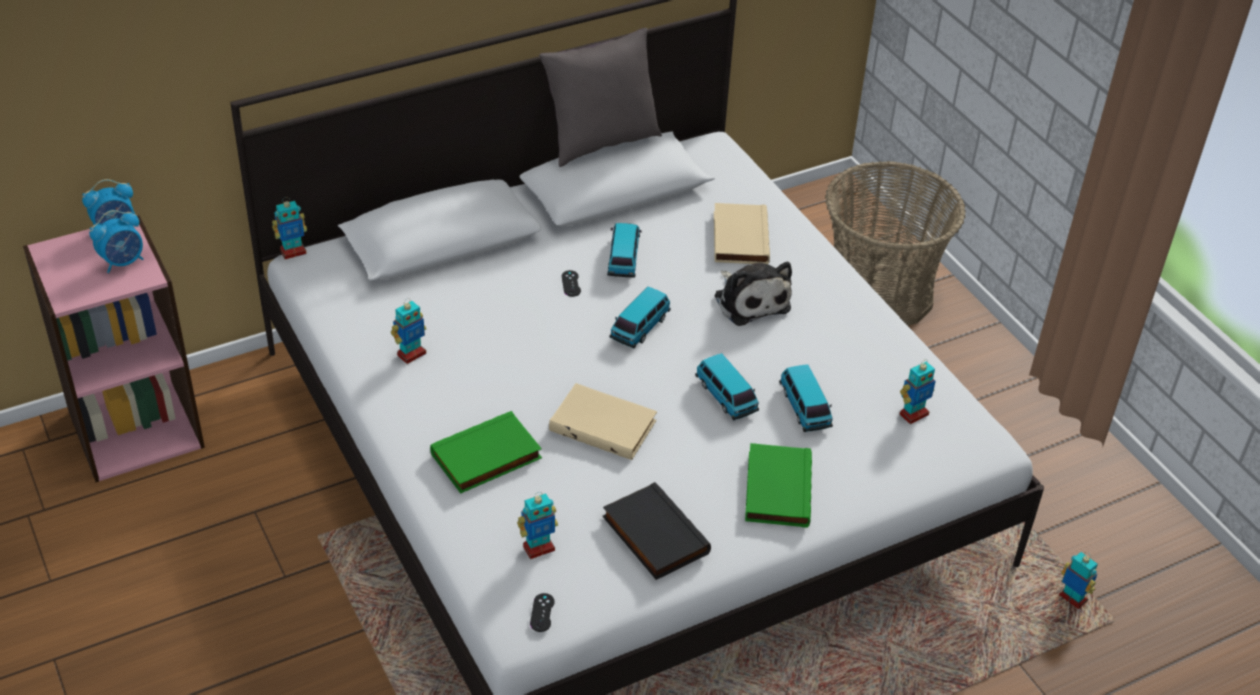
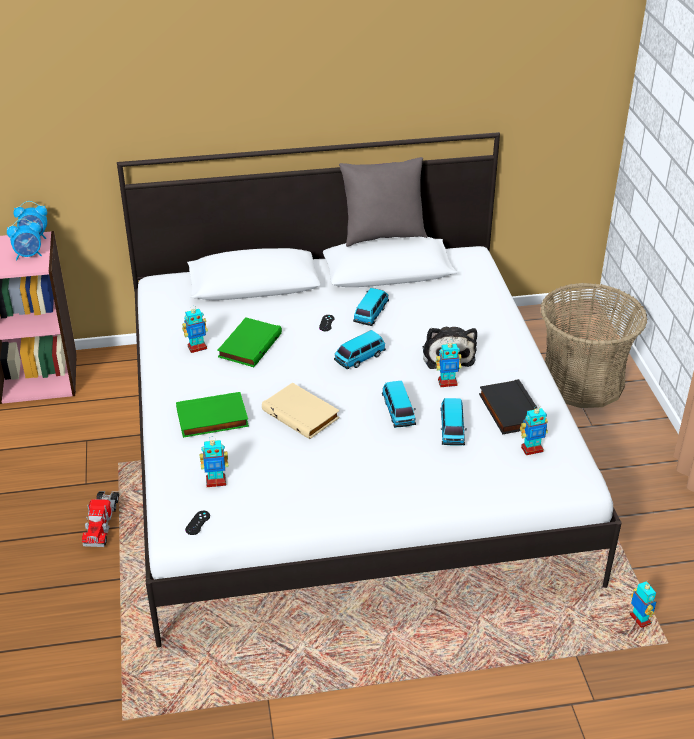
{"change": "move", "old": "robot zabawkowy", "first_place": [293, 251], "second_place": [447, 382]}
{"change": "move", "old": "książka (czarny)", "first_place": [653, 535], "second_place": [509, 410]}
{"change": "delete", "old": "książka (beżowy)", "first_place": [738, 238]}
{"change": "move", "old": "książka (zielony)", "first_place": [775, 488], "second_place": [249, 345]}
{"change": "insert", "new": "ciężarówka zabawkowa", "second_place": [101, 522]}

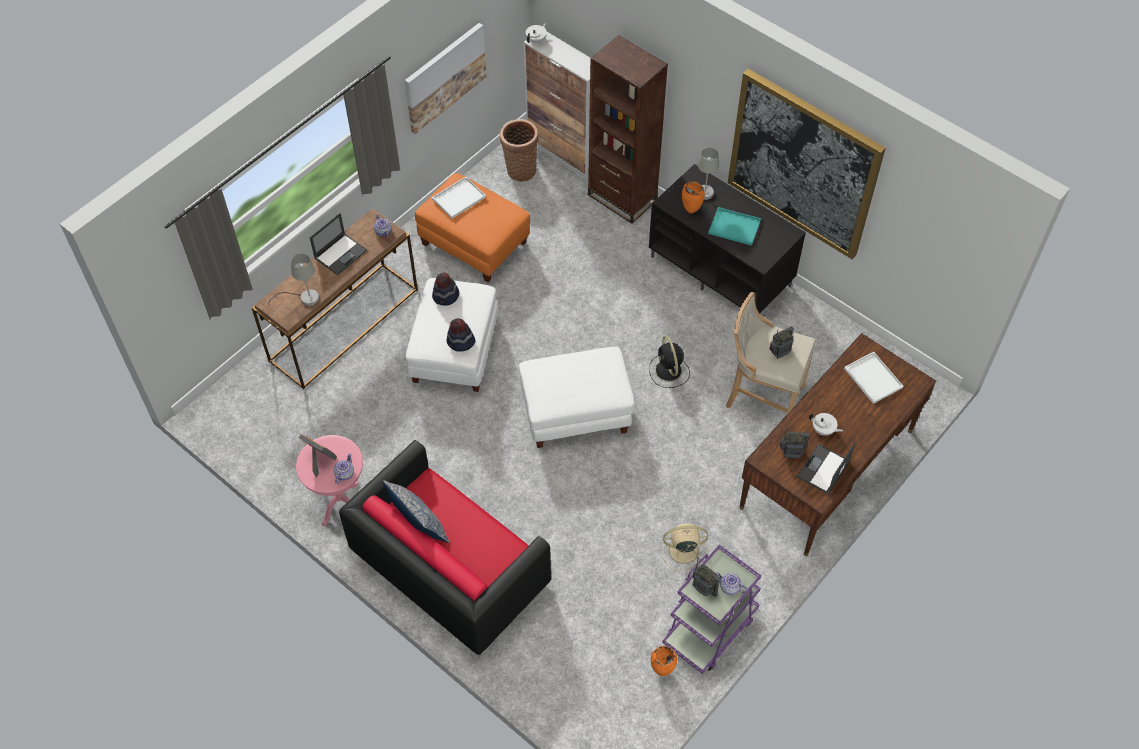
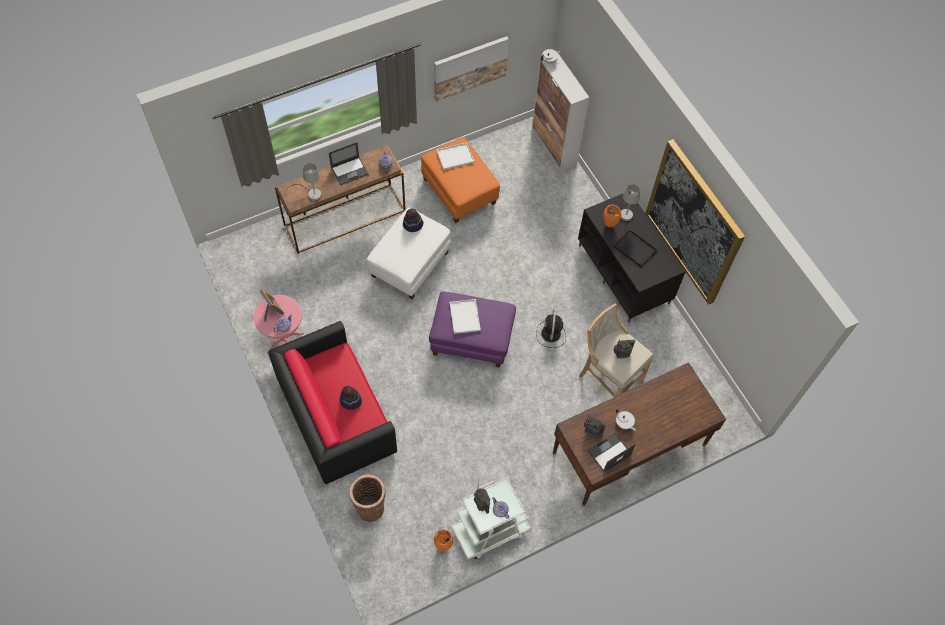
{"change": "delete", "old": "poduszka", "first_place": [419, 526]}
{"change": "move", "old": "kapelusz", "first_place": [460, 342], "second_place": [350, 401]}
{"change": "move", "old": "koszyk", "first_place": [520, 169], "second_place": [370, 506]}
{"change": "recolor", "old": "pufa (biały)", "new": "pufa (fioletowy)", "first_place": [575, 412], "second_place": [471, 339]}
{"change": "delete", "old": "regał (brązowy)", "first_place": [622, 198]}
{"change": "delete", "old": "wentylator (beżowy)", "first_place": [682, 550]}
{"change": "recolor", "old": "wózek (fioletowy)", "new": "wózek (biały)", "first_place": [709, 629], "second_place": [490, 530]}
{"change": "recolor", "old": "taca (turkusowy)", "new": "taca (czarny)", "first_place": [735, 227], "second_place": [635, 249]}
{"change": "move", "old": "taca (biały)", "first_place": [874, 378], "second_place": [465, 317]}

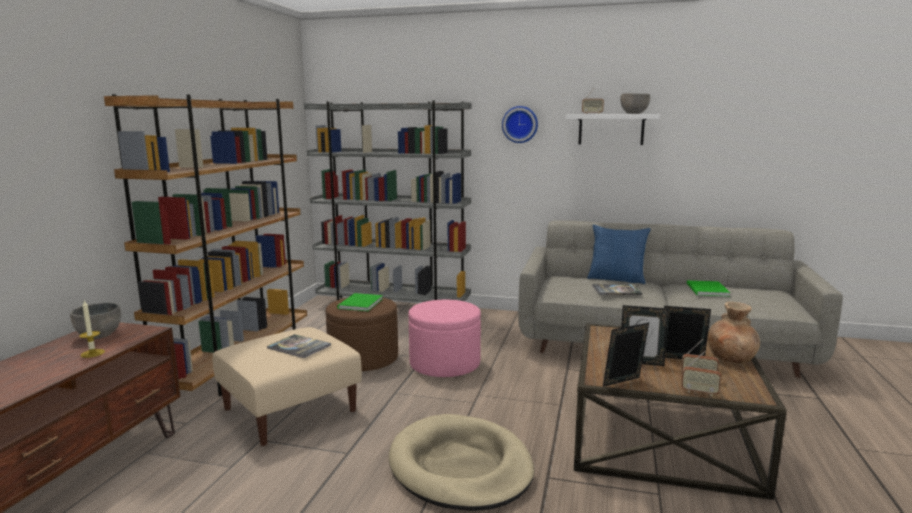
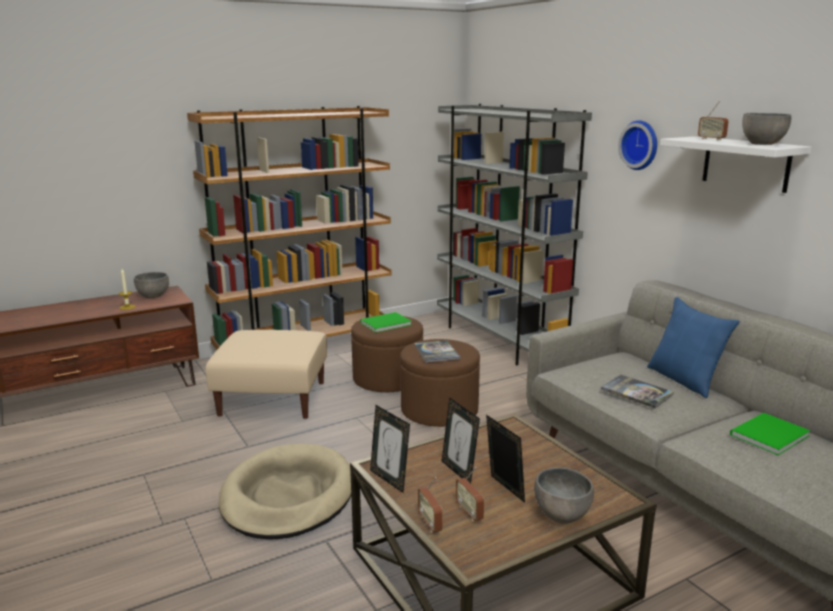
{"change": "move", "old": "książka", "first_place": [299, 347], "second_place": [436, 352]}
{"change": "recolor", "old": "pufa (różowy)", "new": "pufa (brązowy)", "first_place": [445, 364], "second_place": [439, 410]}
{"change": "rotate", "old": "ramka na zdjęcie", "first_place": [623, 383], "second_place": [389, 479], "degrees": -150}
{"change": "replace", "old": "wazon (brązowy)", "new": "miska (szary)", "first_place": [731, 358], "second_place": [562, 515]}

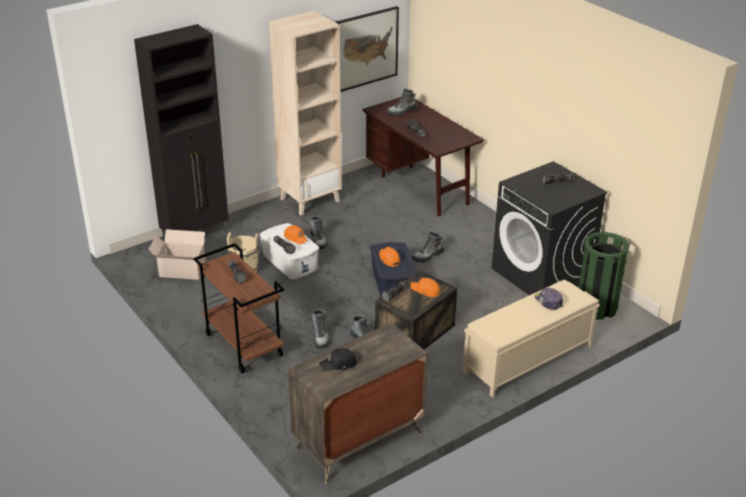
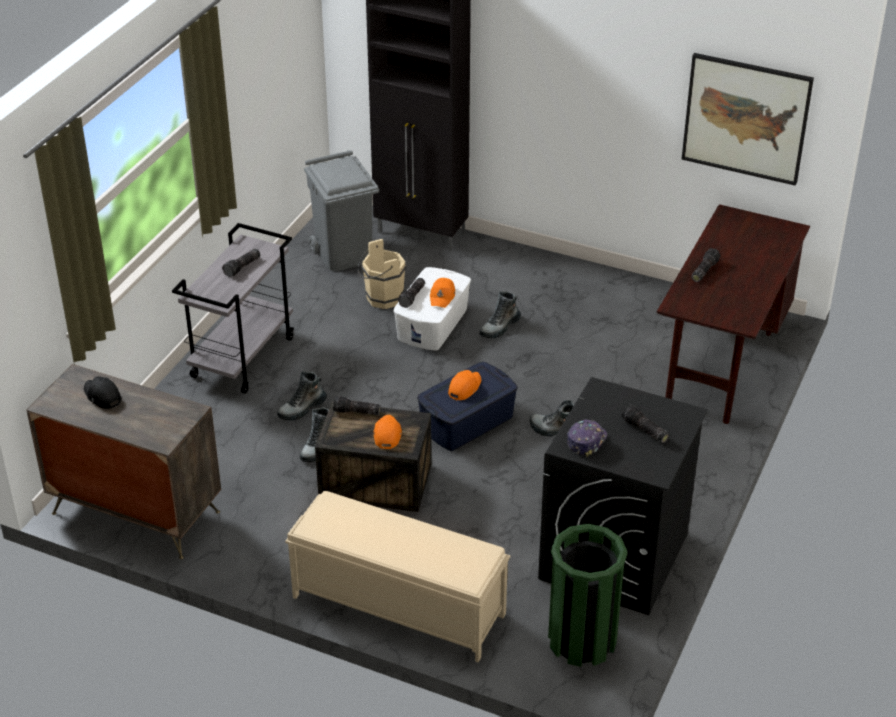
{"change": "replace", "old": "karton", "new": "kosz na śmieci (szary)", "first_place": [181, 270], "second_place": [344, 254]}
{"change": "recolor", "old": "wózek (brązowy)", "new": "wózek (szary)", "first_place": [242, 345], "second_place": [242, 357]}
{"change": "delete", "old": "regał (beżowy)", "first_place": [310, 200]}
{"change": "delete", "old": "but z cholewką", "first_place": [402, 112]}
{"change": "move", "old": "czapka z daszkiem", "first_place": [548, 302], "second_place": [586, 441]}

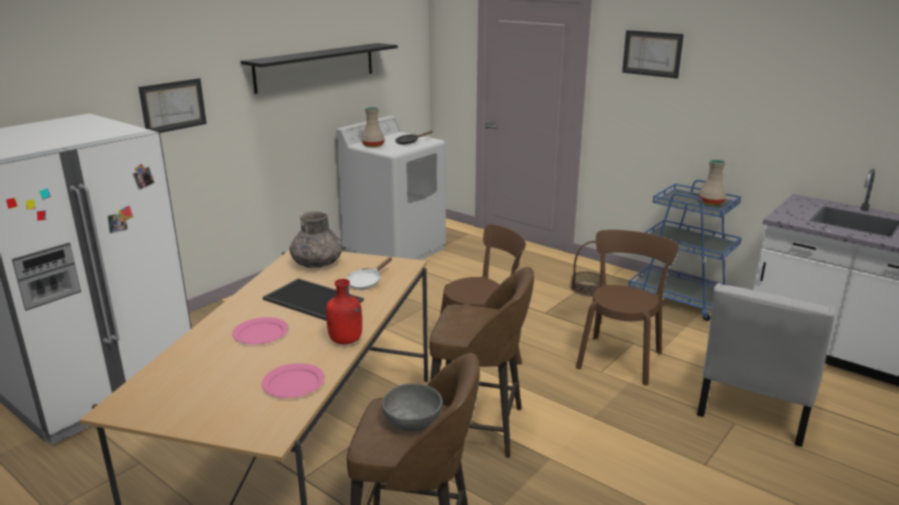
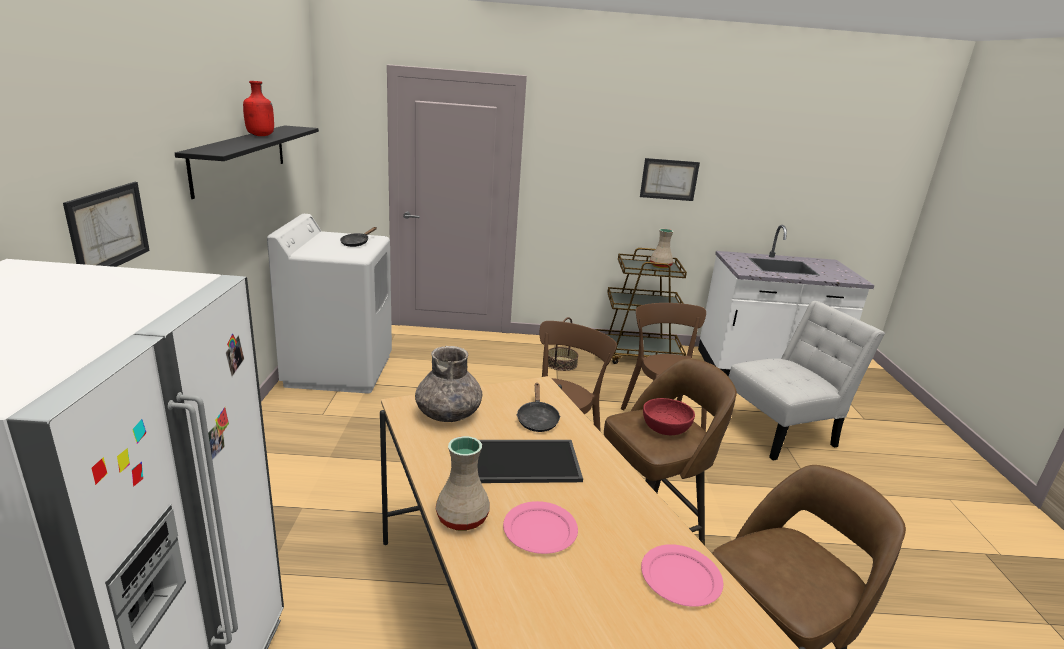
{"change": "move", "old": "butelka (czerwony)", "first_place": [346, 341], "second_place": [261, 136]}
{"change": "recolor", "old": "patelnia (biały)", "new": "patelnia (czarny)", "first_place": [366, 282], "second_place": [537, 420]}
{"change": "move", "old": "wazon (beżowy)", "first_place": [373, 145], "second_place": [461, 518]}
{"change": "delete", "old": "miska (szary)", "first_place": [412, 420]}
{"change": "move", "old": "obraz", "first_place": [652, 53], "second_place": [669, 179]}
{"change": "recolor", "old": "wózek (niebieski)", "new": "wózek (brązowy)", "first_place": [682, 300], "second_place": [637, 355]}
{"change": "rotate", "old": "krzesło (biały)", "first_place": [754, 409], "second_place": [782, 431], "degrees": -105}
{"change": "insert", "new": "miska (czerwony)", "second_place": [665, 427]}

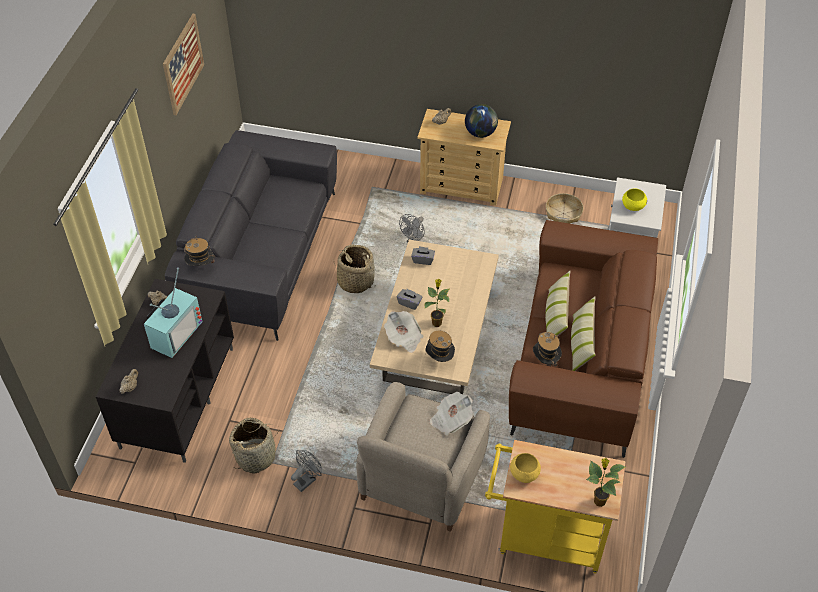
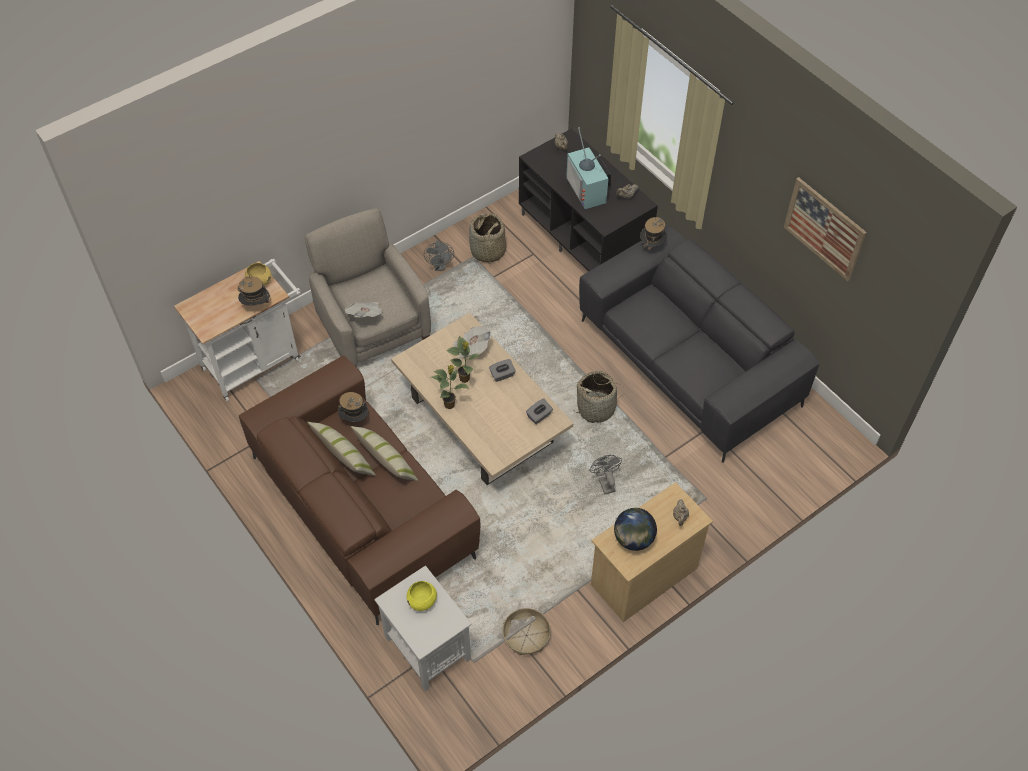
{"change": "move", "old": "kapelusz", "first_place": [439, 359], "second_place": [256, 305]}
{"change": "recolor", "old": "wózek (żółty)", "new": "wózek (biały)", "first_place": [544, 537], "second_place": [256, 361]}
{"change": "move", "old": "roślina doniczkowa", "first_place": [598, 501], "second_place": [450, 404]}

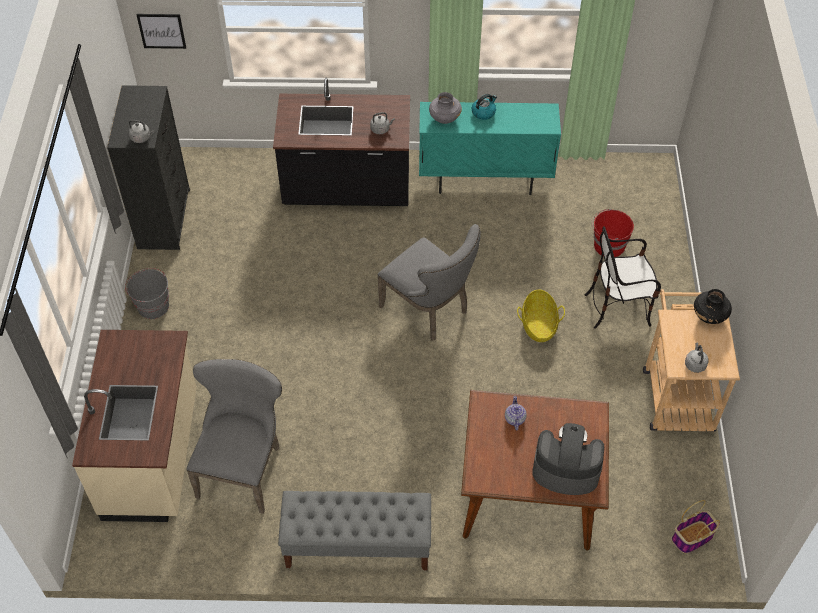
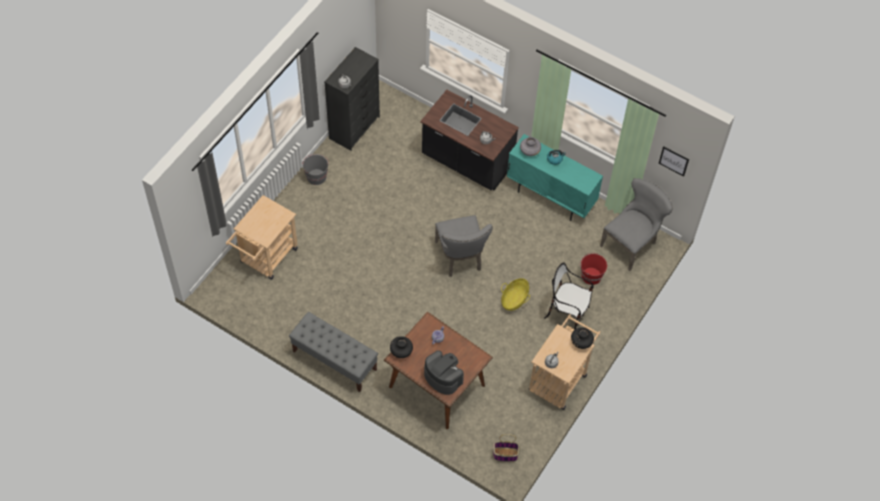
{"change": "replace", "old": "zabudowa kuchenna (beżowy)", "new": "wózek (beżowy)", "first_place": [153, 455], "second_place": [266, 259]}
{"change": "move", "old": "obraz", "first_place": [161, 30], "second_place": [673, 161]}
{"change": "move", "old": "krzesło (szary)", "first_place": [243, 467], "second_place": [631, 243]}
{"change": "insert", "new": "wazon (czarny)", "second_place": [401, 351]}

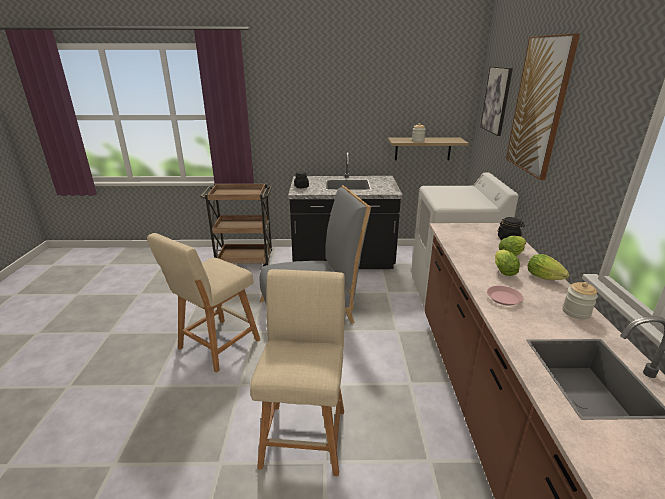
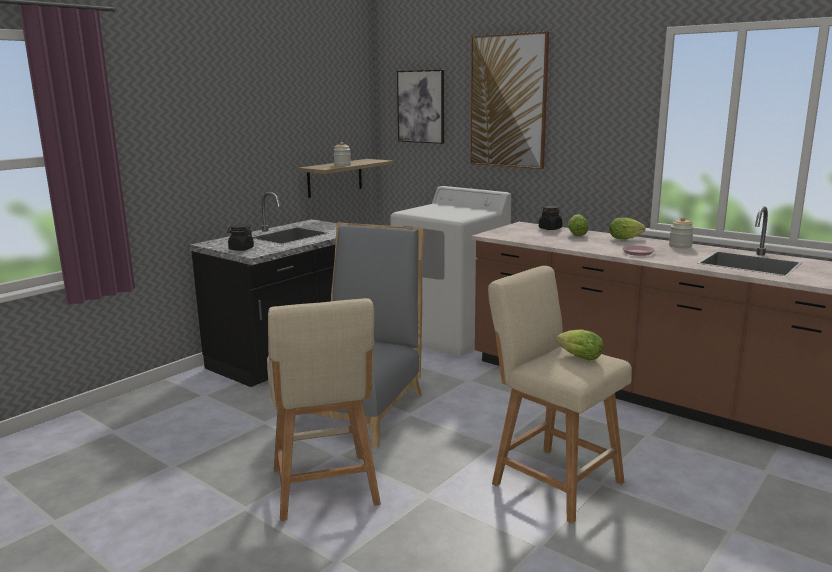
{"change": "delete", "old": "wózek (brązowy)", "first_place": [245, 261]}
{"change": "move", "old": "sałata", "first_place": [502, 270], "second_place": [577, 357]}

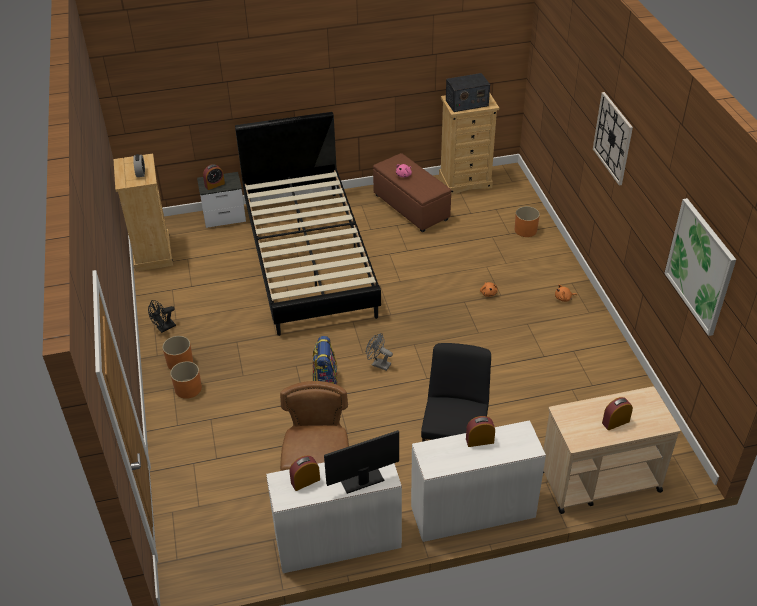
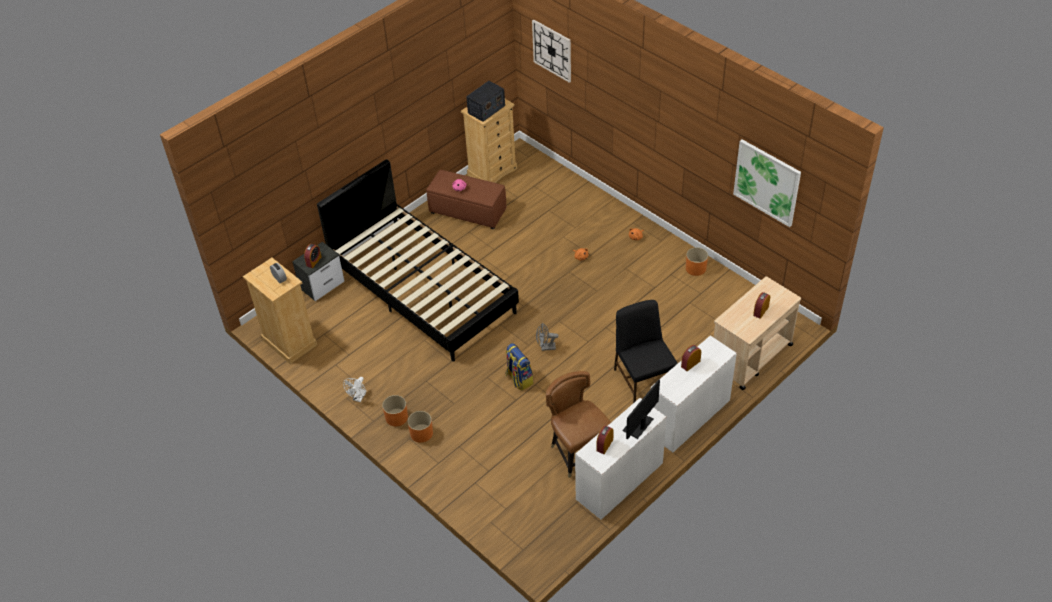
{"change": "recolor", "old": "wentylator (czarny)", "new": "wentylator (biały)", "first_place": [164, 328], "second_place": [358, 398]}
{"change": "move", "old": "donica (pomarańczowy)", "first_place": [526, 230], "second_place": [696, 268]}
{"change": "move", "old": "zegar ścienny", "first_place": [613, 138], "second_place": [552, 50]}

